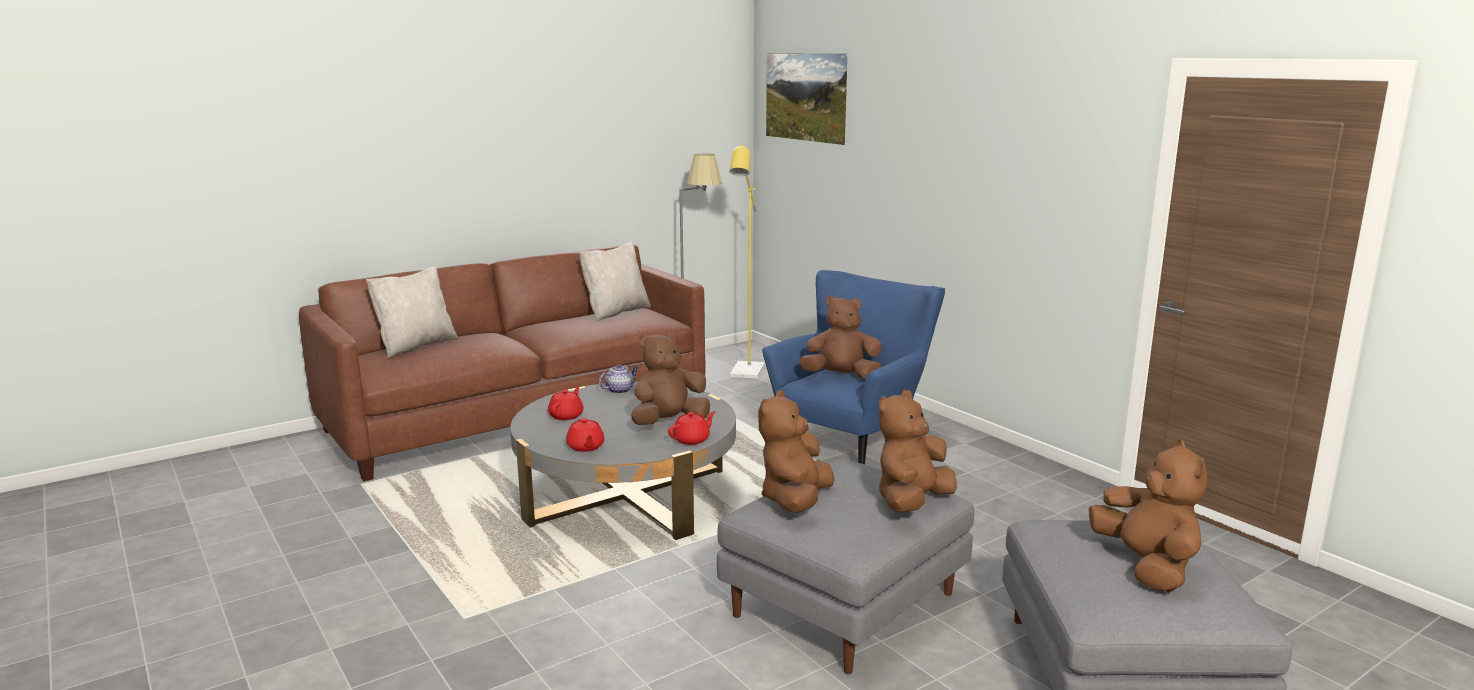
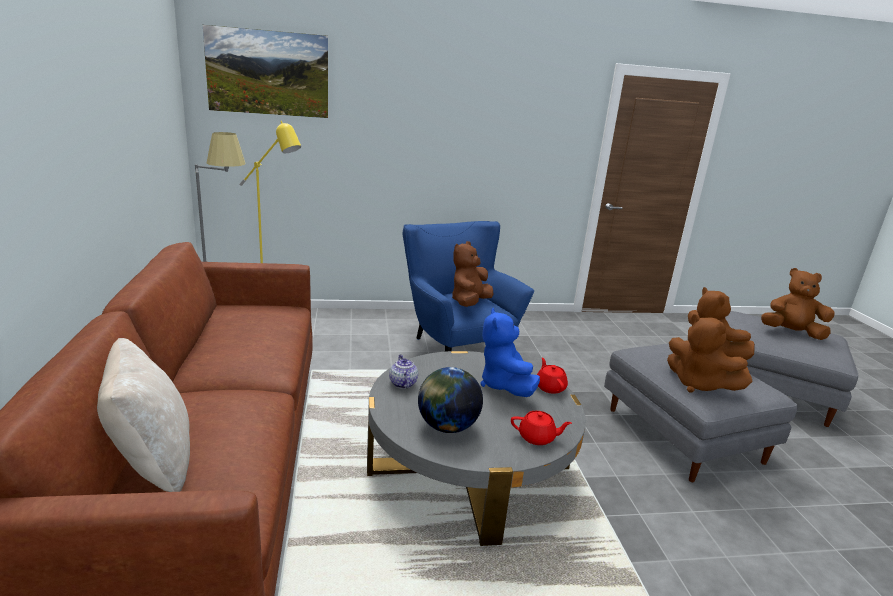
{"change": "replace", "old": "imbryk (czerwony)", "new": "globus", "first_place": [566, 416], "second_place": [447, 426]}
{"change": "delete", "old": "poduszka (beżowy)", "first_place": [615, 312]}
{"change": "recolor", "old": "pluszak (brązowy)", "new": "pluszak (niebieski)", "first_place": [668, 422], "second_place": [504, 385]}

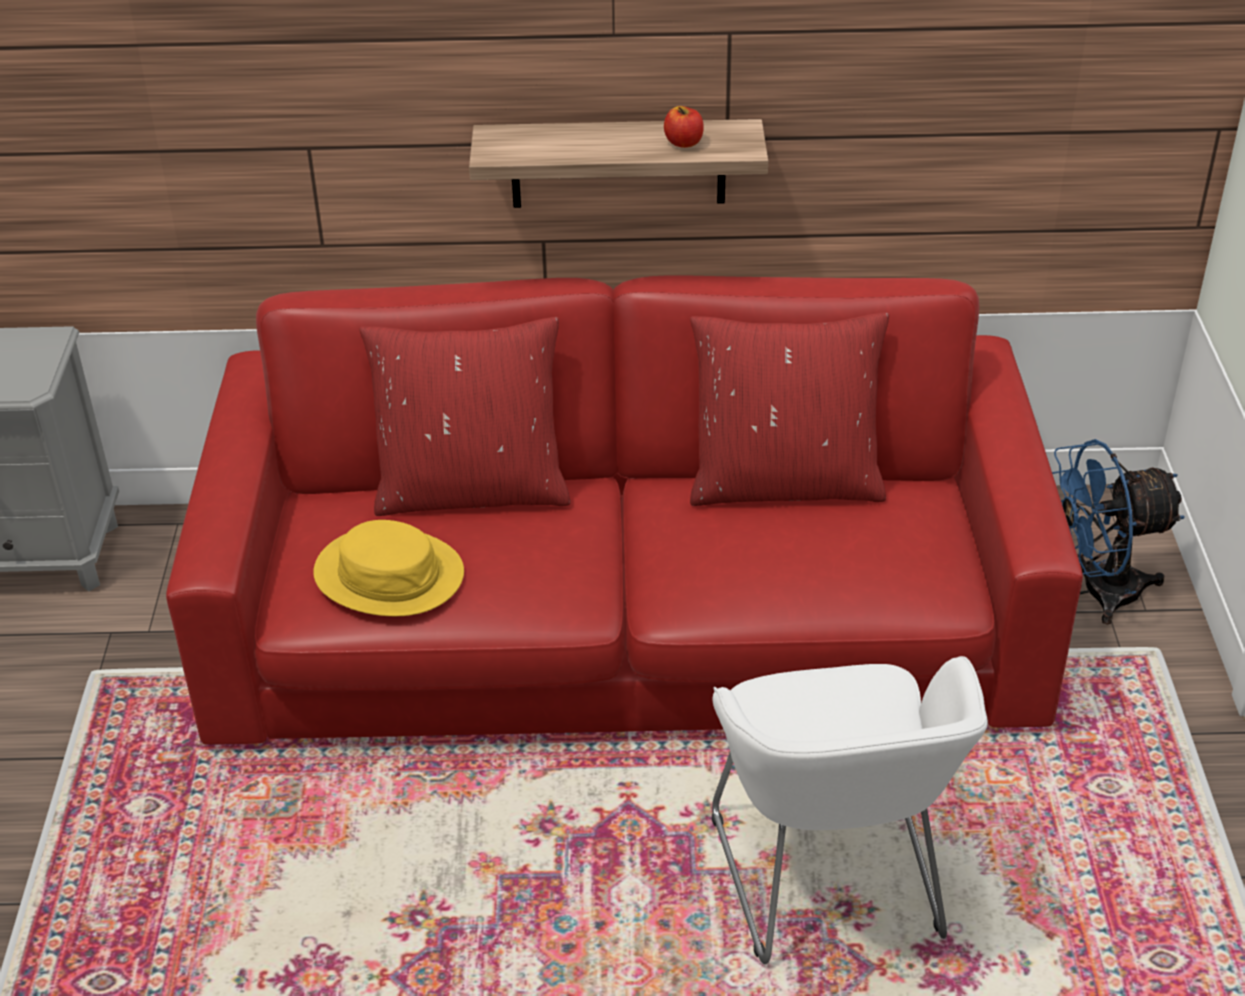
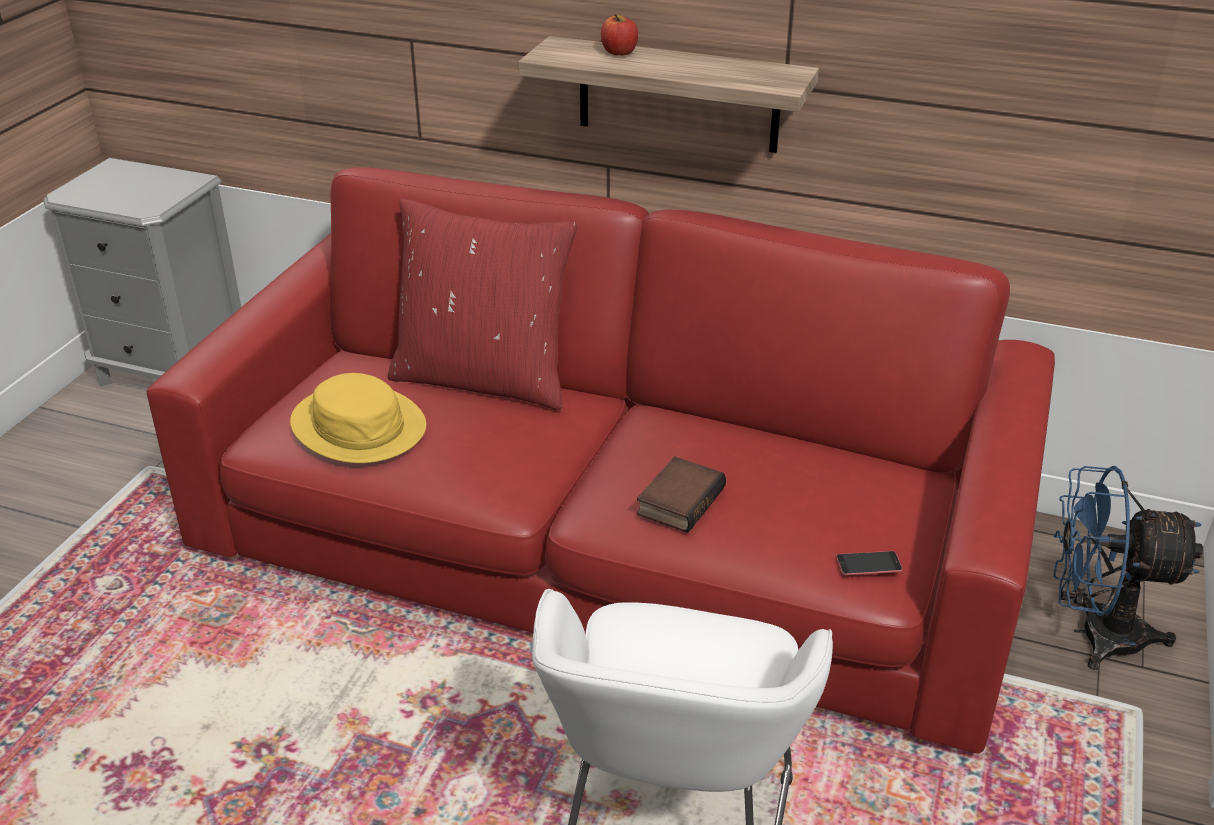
{"change": "move", "old": "jabłko", "first_place": [683, 143], "second_place": [619, 52]}
{"change": "delete", "old": "poduszka (czerwony)", "first_place": [785, 483]}
{"change": "insert", "new": "książka", "second_place": [679, 500]}
{"change": "insert", "new": "telefon", "second_place": [868, 563]}

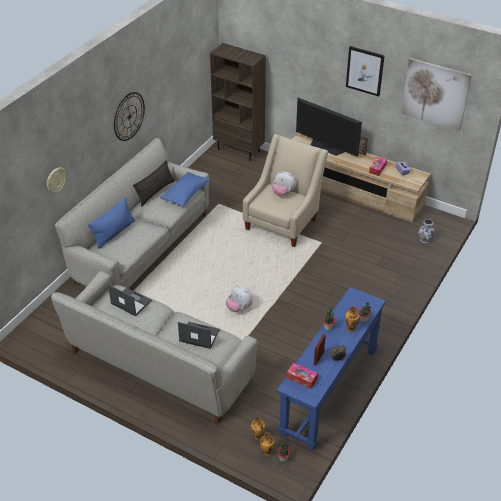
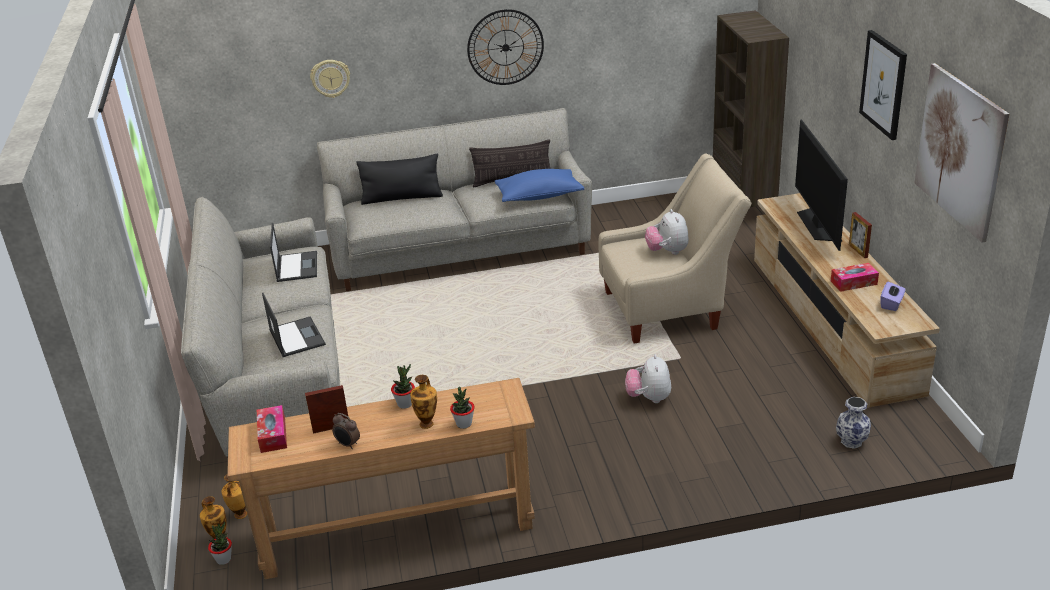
{"change": "recolor", "old": "poduszka (niebieski)", "new": "poduszka (czarny)", "first_place": [114, 233], "second_place": [402, 198]}
{"change": "move", "old": "pluszak", "first_place": [239, 308], "second_place": [649, 398]}
{"change": "recolor", "old": "stolik konsolowy (niebieski)", "new": "stolik konsolowy (brązowy)", "first_place": [329, 391], "second_place": [396, 529]}

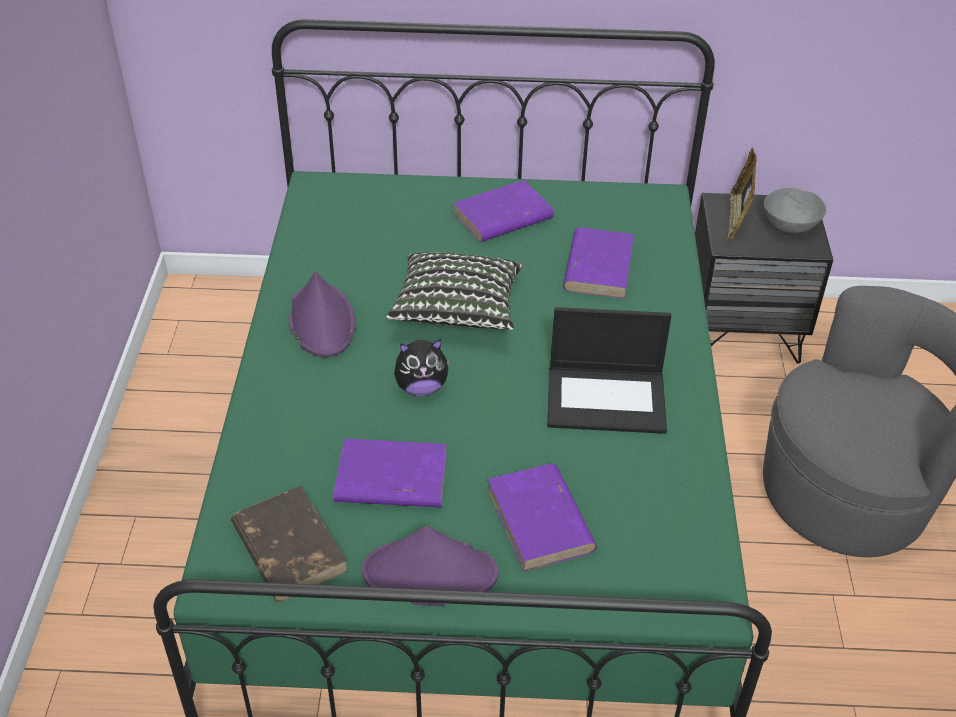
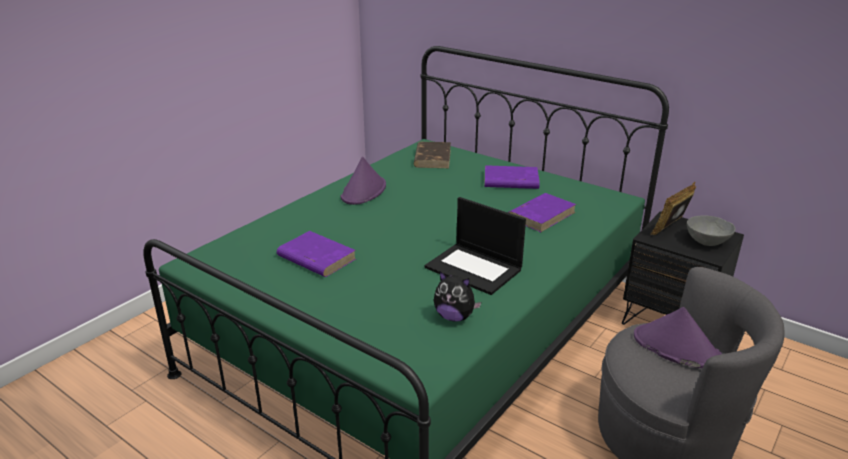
{"change": "move", "old": "książka (brązowy)", "first_place": [288, 547], "second_place": [432, 157]}
{"change": "move", "old": "kapelusz (fioletowy)", "first_place": [429, 573], "second_place": [676, 347]}
{"change": "delete", "old": "poduszka", "first_place": [457, 311]}
{"change": "move", "old": "pluszak", "first_place": [421, 387], "second_place": [454, 317]}
{"change": "delete", "old": "książka (fioletowy)", "first_place": [541, 521]}

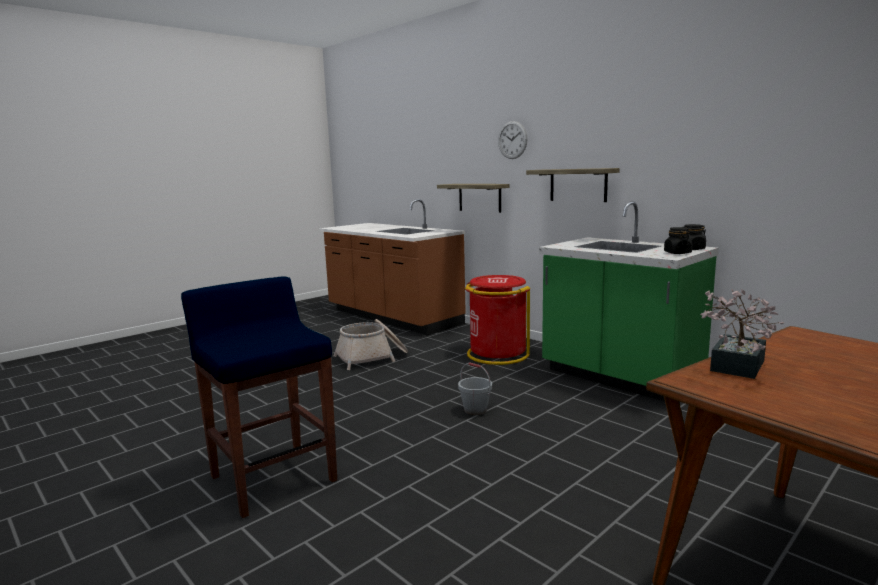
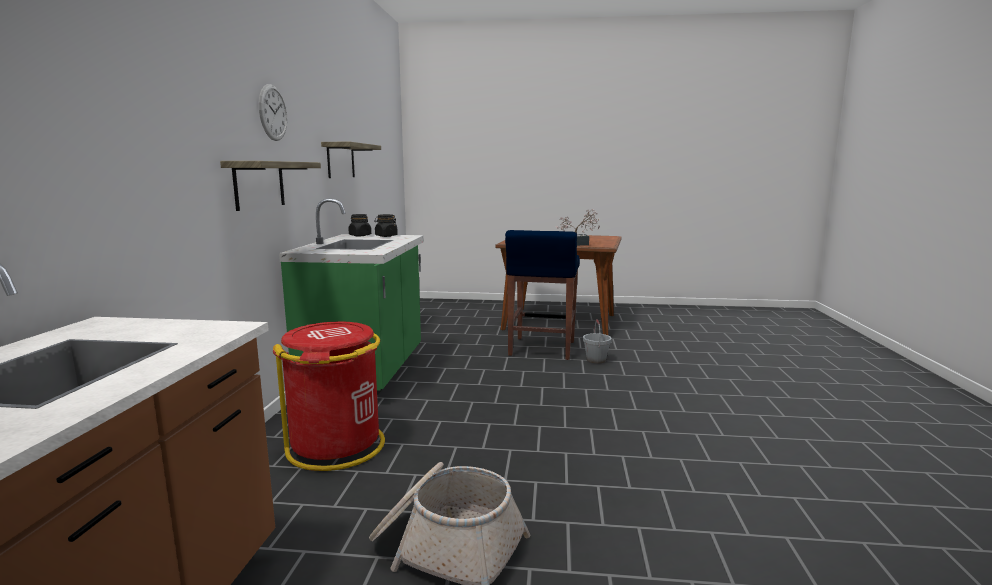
{"change": "move", "old": "stołek (niebieski)", "first_place": [273, 478], "second_place": [541, 349]}
{"change": "move", "old": "półka", "first_place": [479, 197], "second_place": [340, 160]}
{"change": "move", "old": "wiadro (szary)", "first_place": [475, 410], "second_place": [596, 360]}
{"change": "move", "old": "zegar ścienny", "first_place": [512, 140], "second_place": [273, 112]}

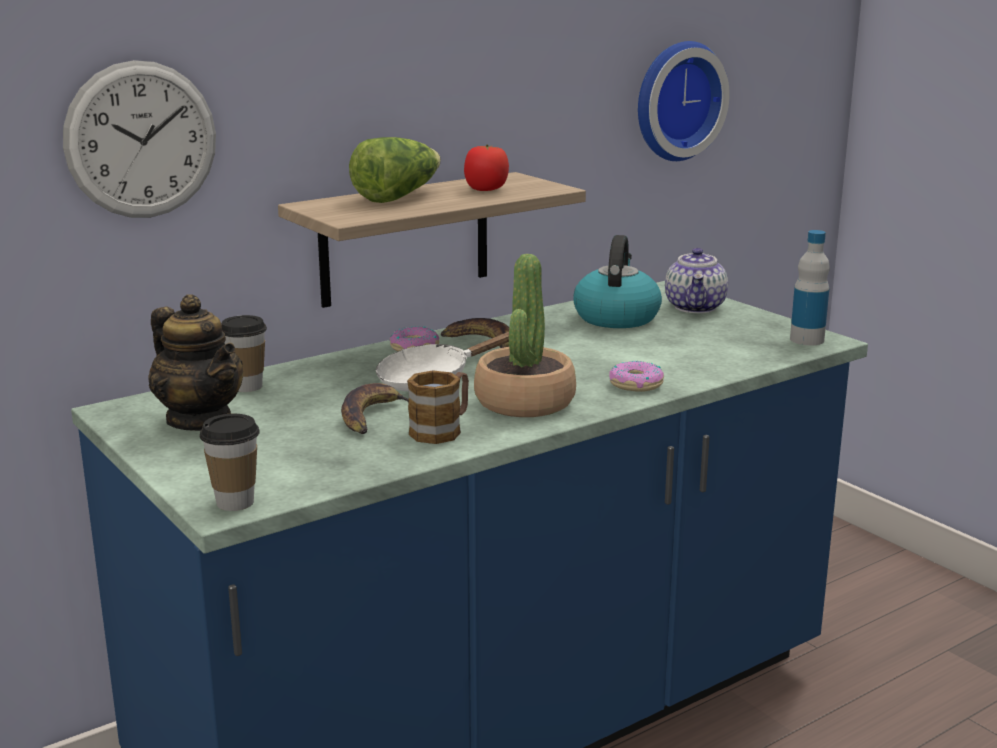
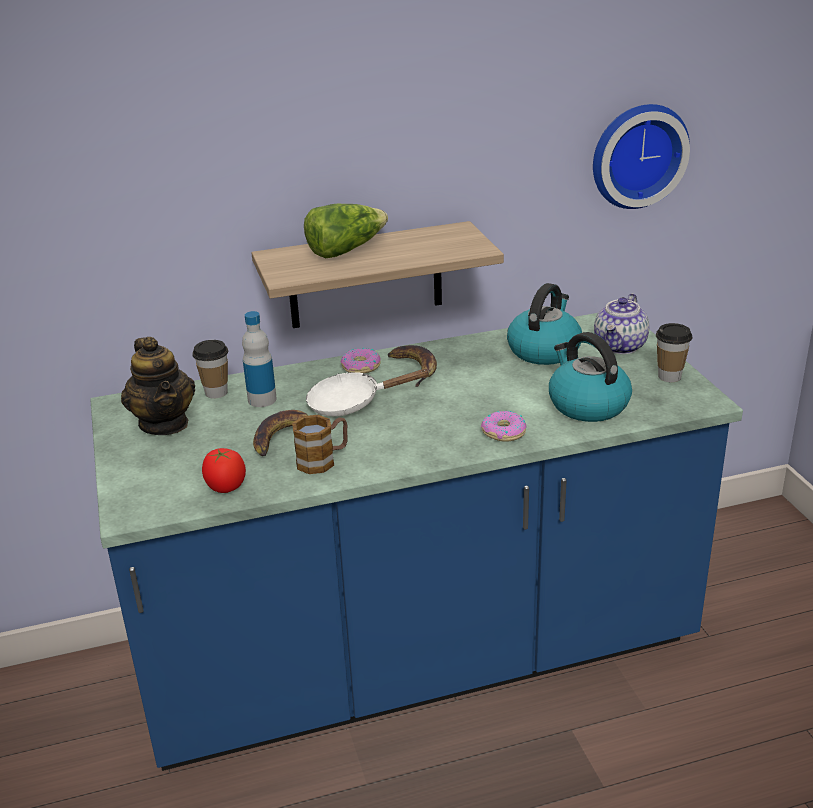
{"change": "delete", "old": "zegar ścienny", "first_place": [141, 140]}
{"change": "move", "old": "filiżanka", "first_place": [235, 502], "second_place": [669, 377]}
{"change": "move", "old": "pomidor", "first_place": [486, 190], "second_place": [225, 487]}
{"change": "delete", "old": "roślina doniczkowa", "first_place": [524, 402]}
{"change": "move", "old": "butelka", "first_place": [807, 340], "second_place": [262, 399]}
{"change": "insert", "new": "czajnik", "second_place": [587, 404]}

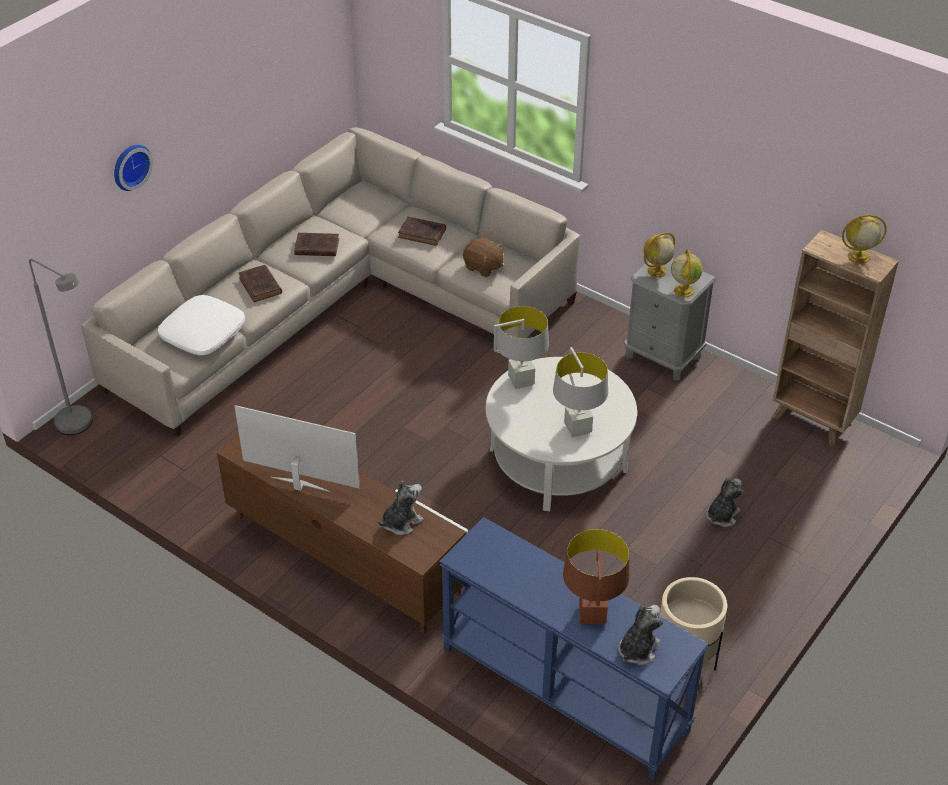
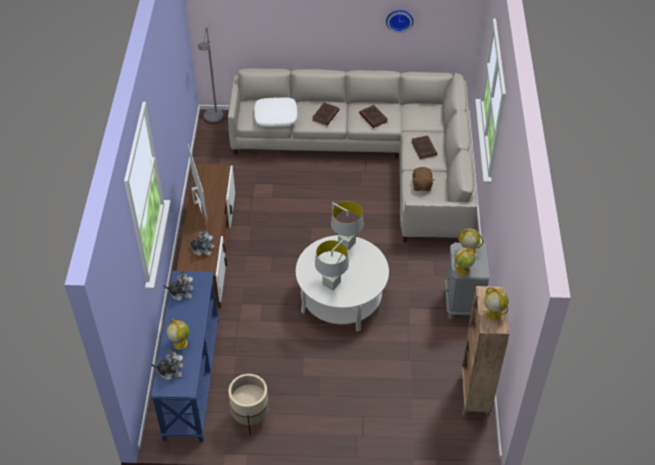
{"change": "move", "old": "zegar ścienny", "first_place": [130, 166], "second_place": [399, 19]}
{"change": "replace", "old": "lampa stołowa (brązowy)", "new": "globus", "first_place": [592, 615], "second_place": [180, 343]}
{"change": "move", "old": "pluszak", "first_place": [721, 515], "second_place": [181, 292]}

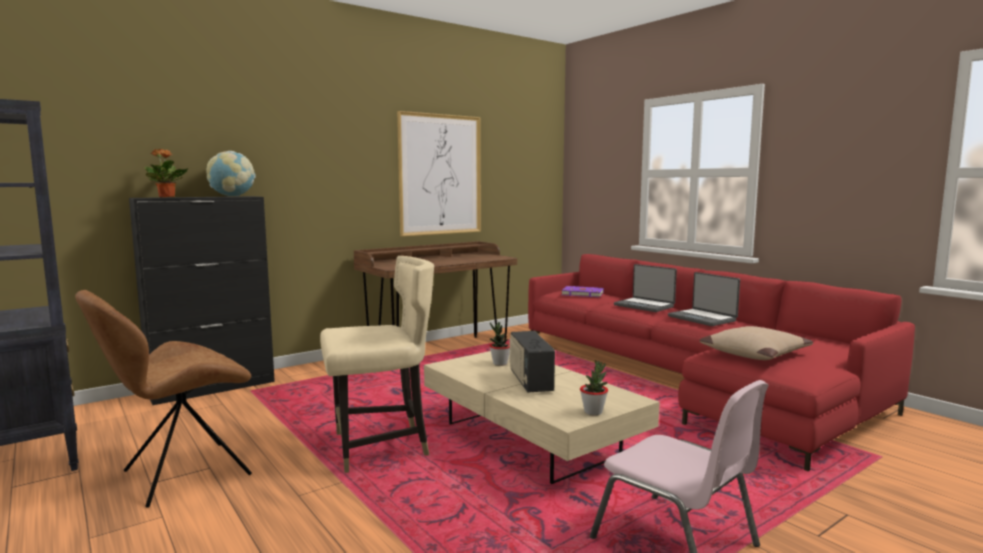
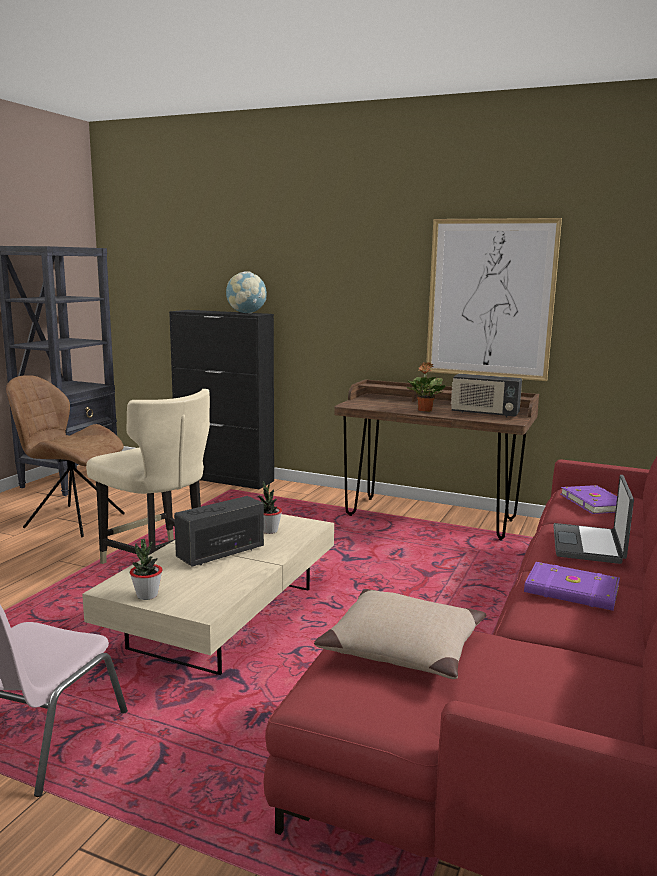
{"change": "move", "old": "roślina doniczkowa", "first_place": [167, 197], "second_place": [424, 410]}
{"change": "replace", "old": "laptop", "new": "książka (fioletowy)", "first_place": [703, 318], "second_place": [572, 591]}
{"change": "insert", "new": "radio", "second_place": [484, 413]}

